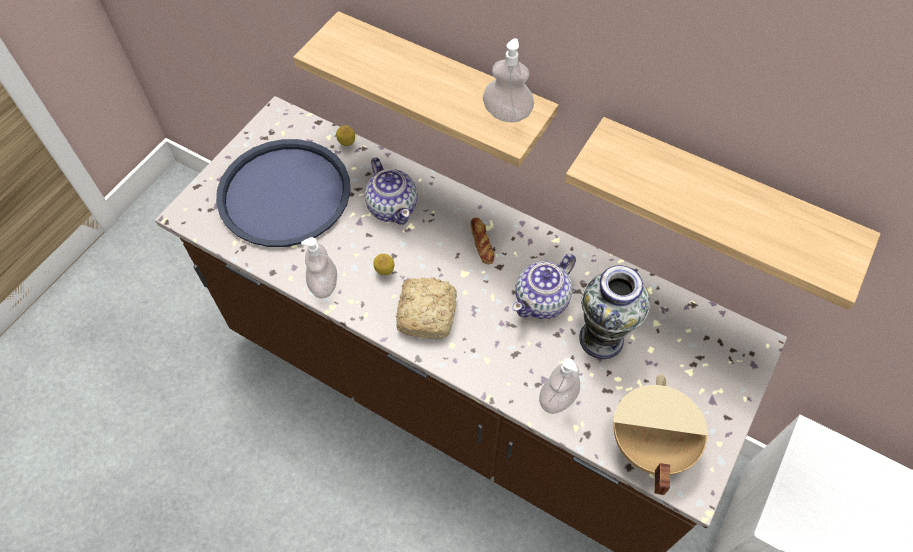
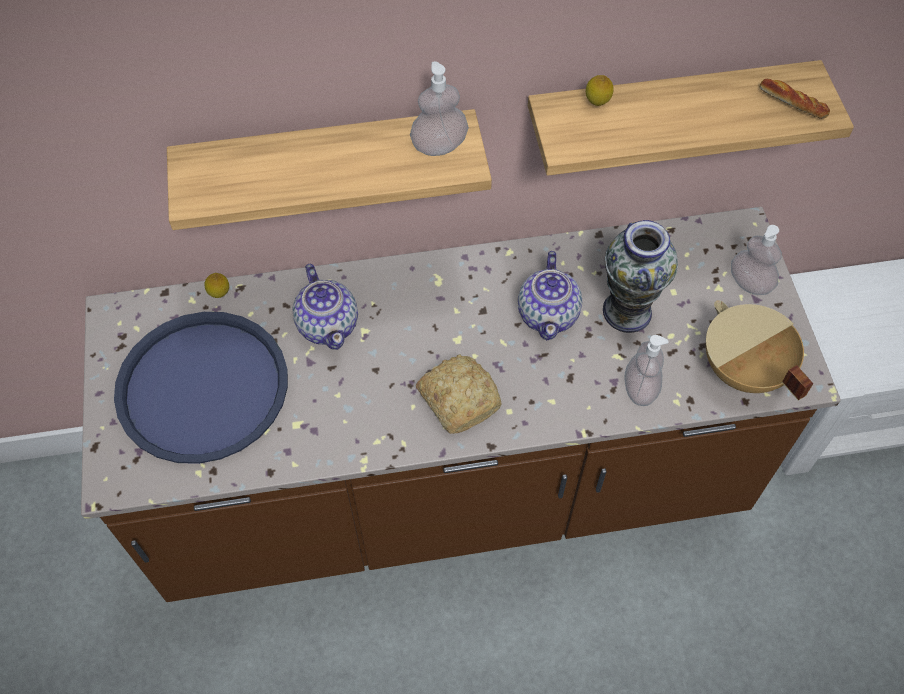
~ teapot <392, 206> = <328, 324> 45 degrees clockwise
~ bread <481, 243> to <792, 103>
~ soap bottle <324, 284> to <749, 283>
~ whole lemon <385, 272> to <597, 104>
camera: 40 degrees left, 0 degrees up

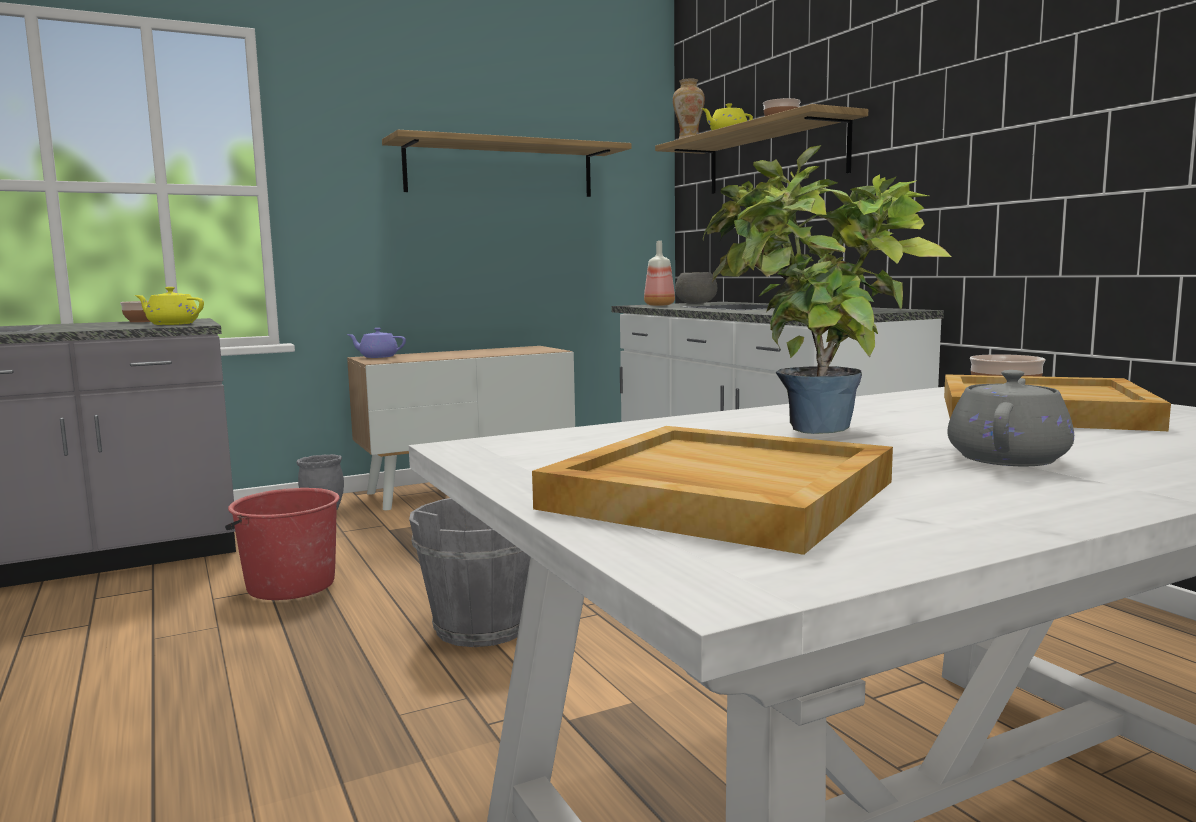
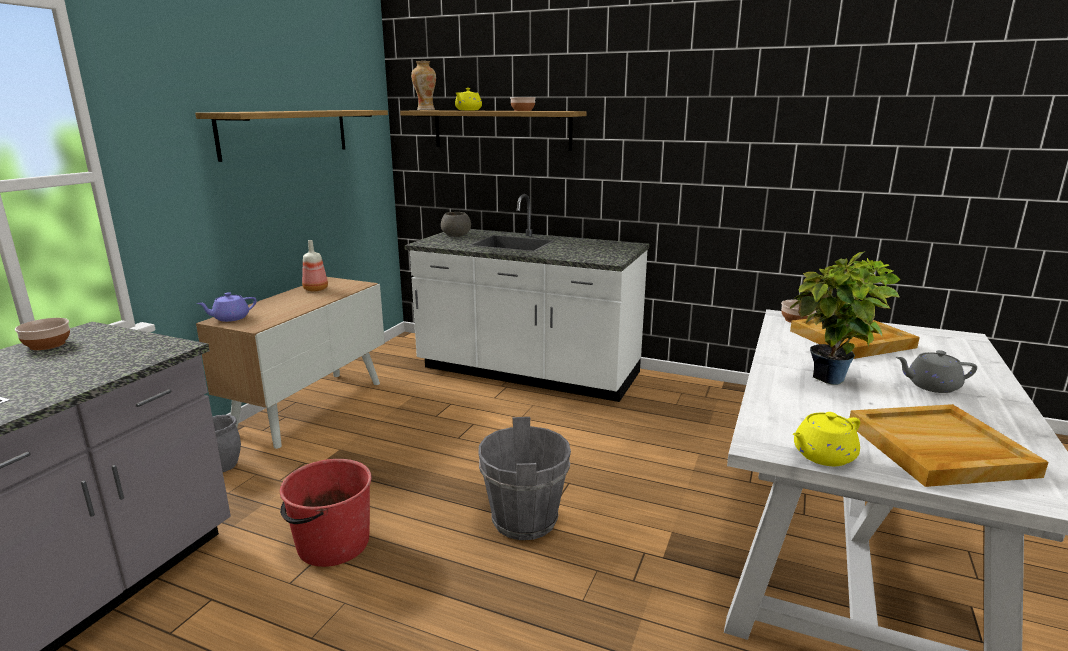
~ drink bottle <659, 305> to <316, 289>
~ yellowish teapot <172, 324> to <822, 456>
~ gray teapot <1008, 458> = <931, 386> 75 degrees counterclockwise
camera: 40 degrees left, 10 degrees up

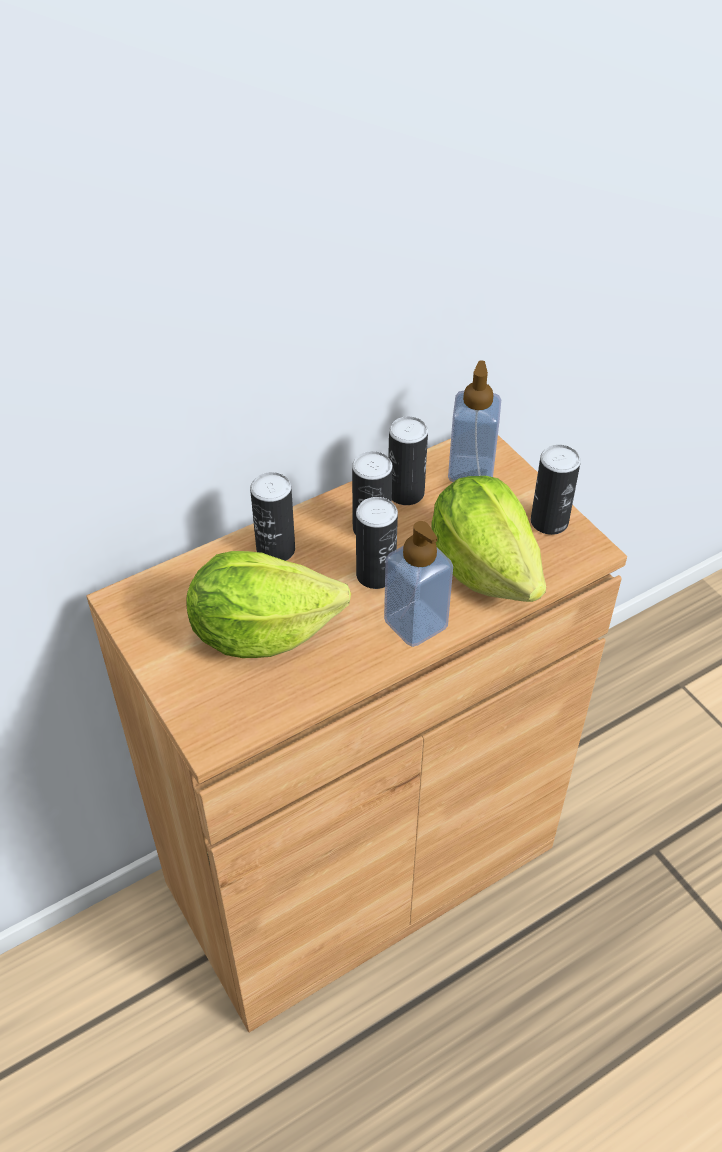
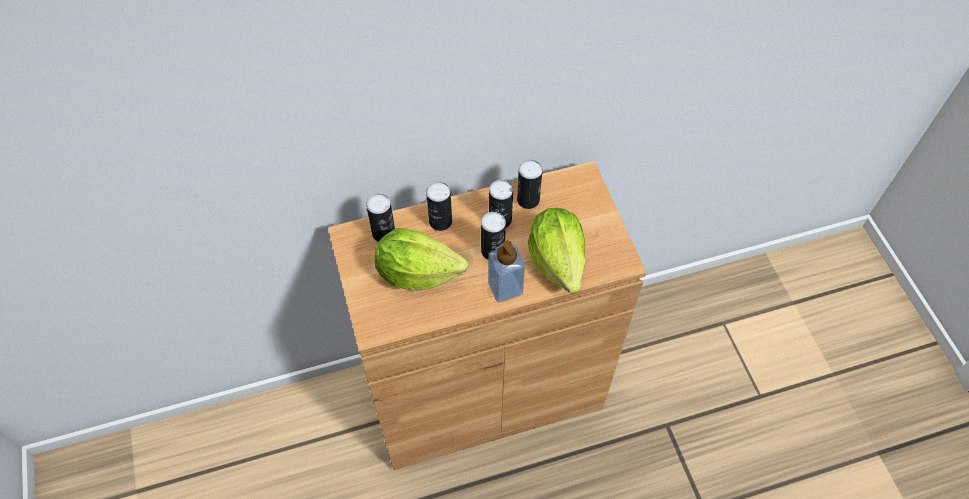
- soap bottle <471, 470>
~ metal can <549, 522> to <383, 233>
camera: 15 degrees right, 10 degrees up

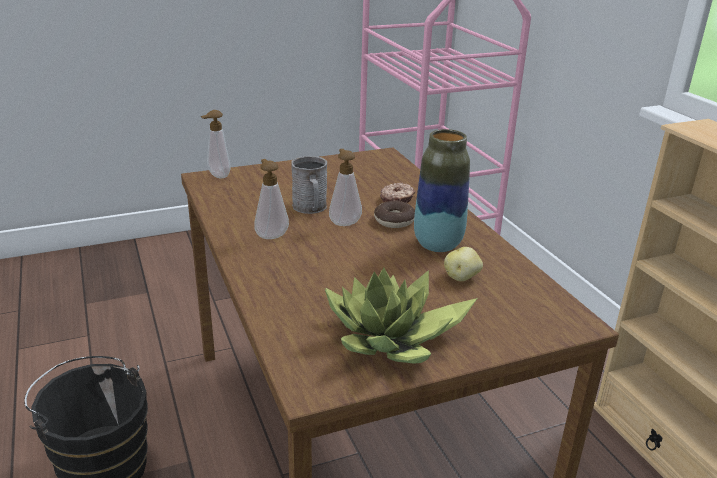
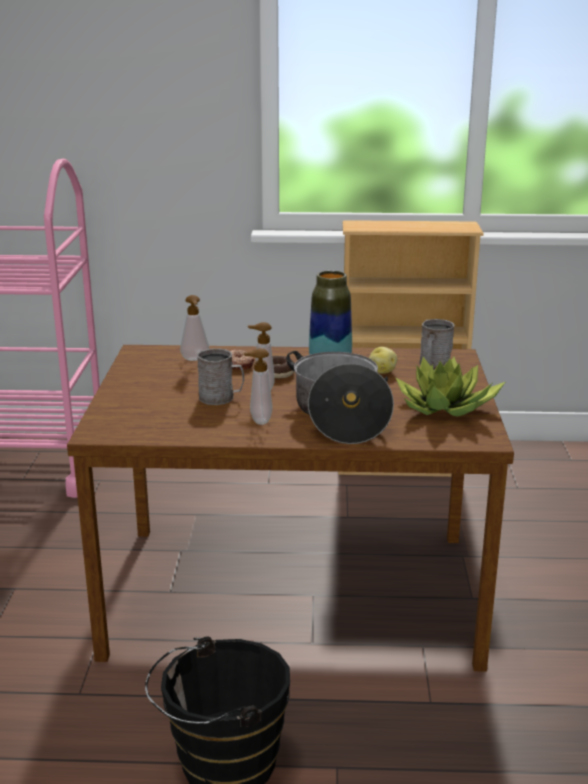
~ soap bottle <217, 176> to <195, 359>
+ gray tea mug <434, 366>
+ saucepot <339, 416>
camera: 65 degrees left, 5 degrees down

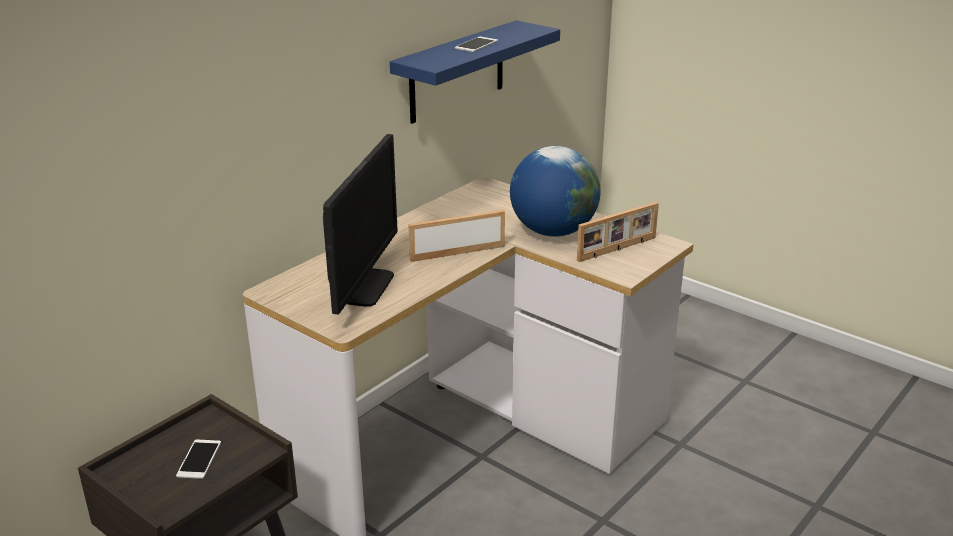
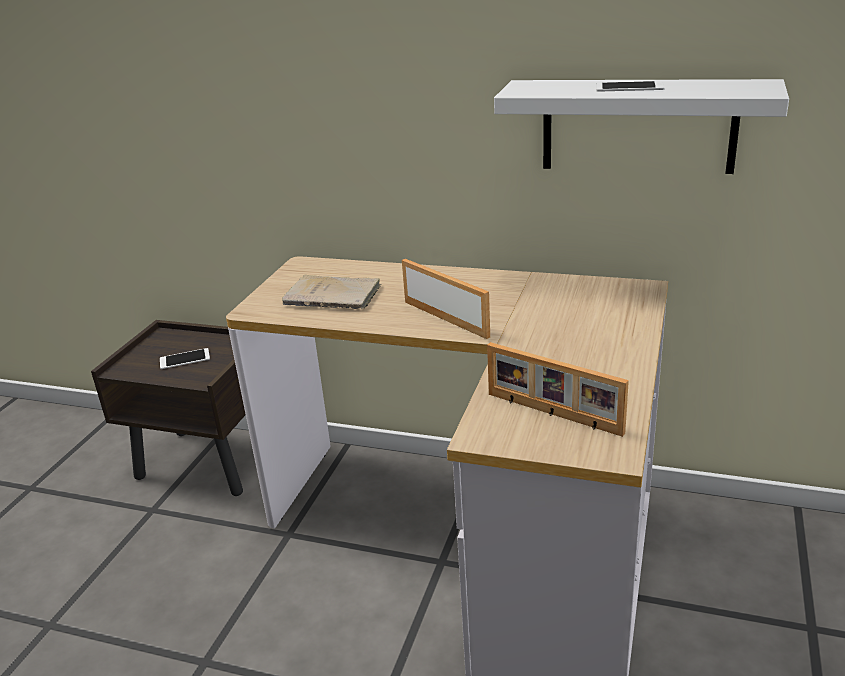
~ bluish wall shelf <457, 72> to whitish wall shelf <638, 126>
~ monitor <362, 287> to beige book <335, 296>
- globe <553, 231>
camera: 70 degrees right, 0 degrees up

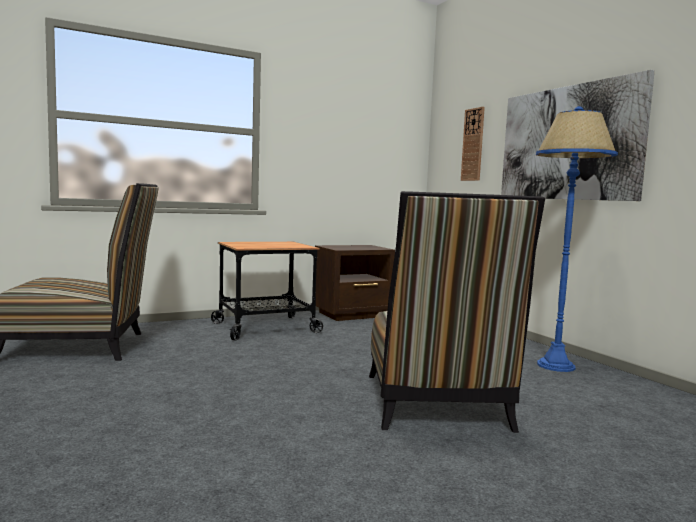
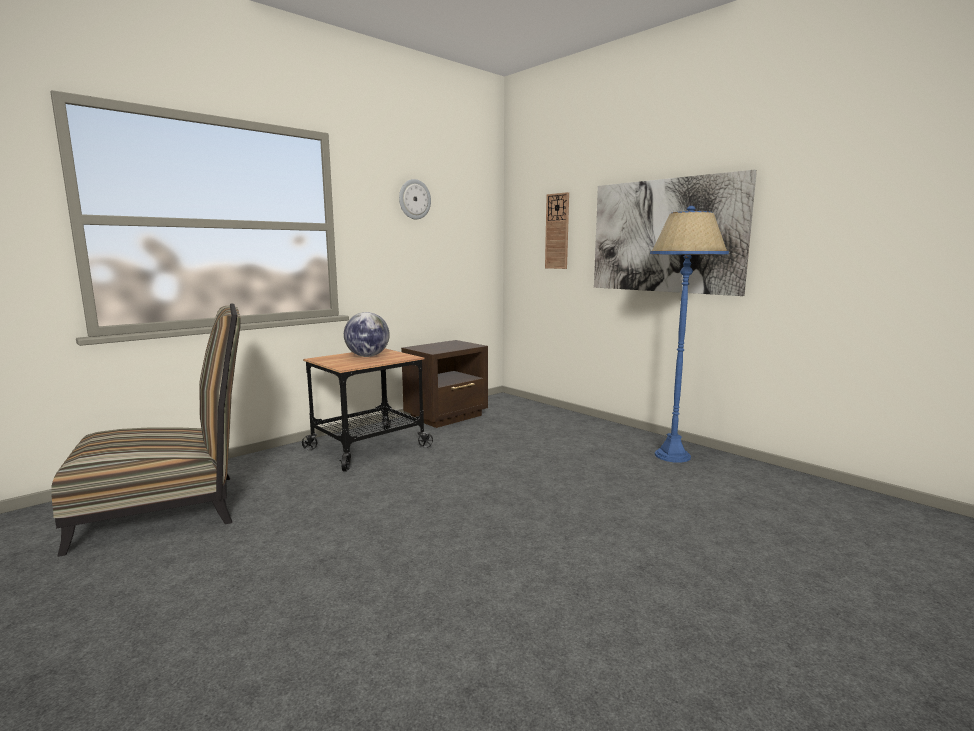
- plain chair <436, 405>
+ hanging clock <414, 199>
+ globe <367, 356>
camera: 15 degrees left, 5 degrees up

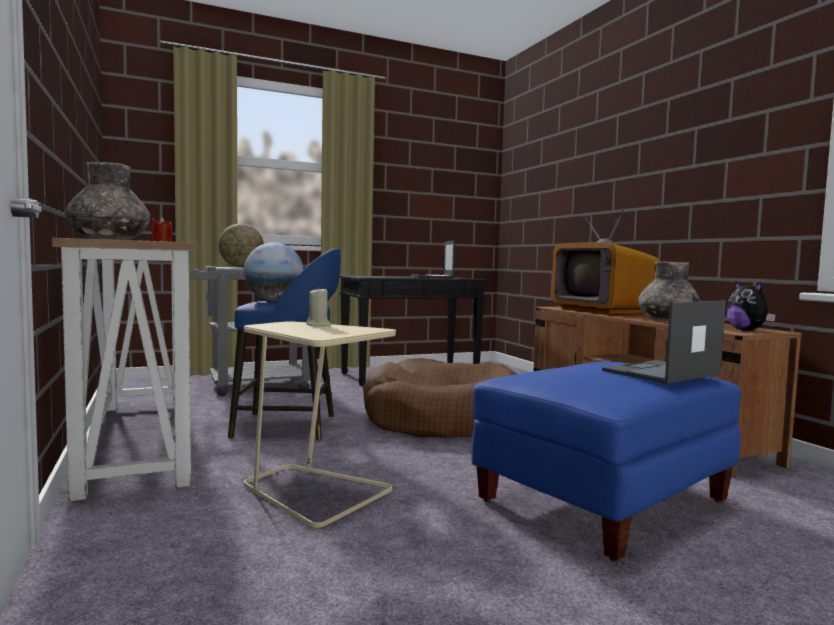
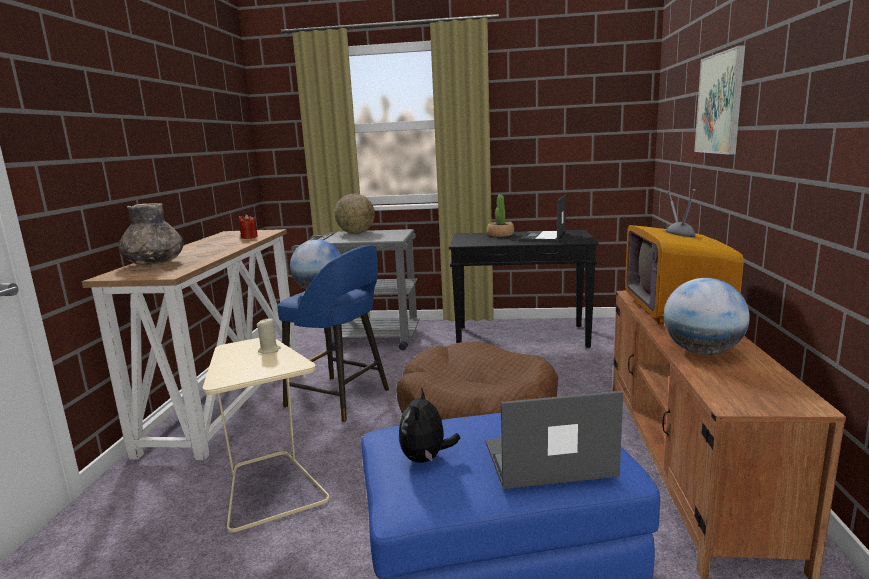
~ gray decorative vase <667, 321> to globe <702, 352>
~ plush toy <747, 330> to <426, 459>
+ wall picture <720, 103>
+ houseplant <500, 235>
camera: 30 degrees right, 10 degrees up

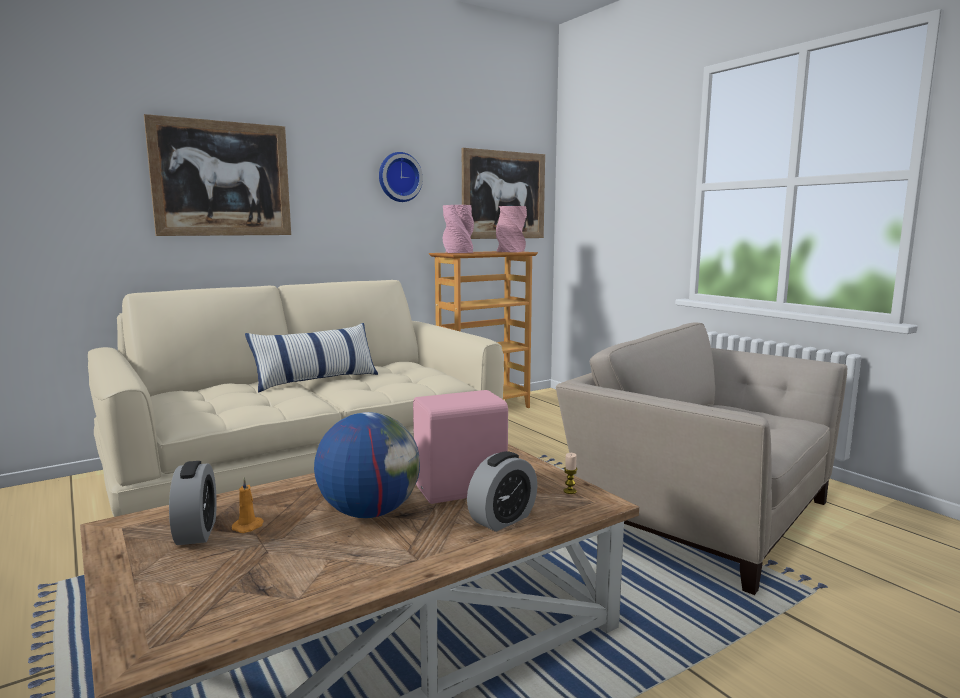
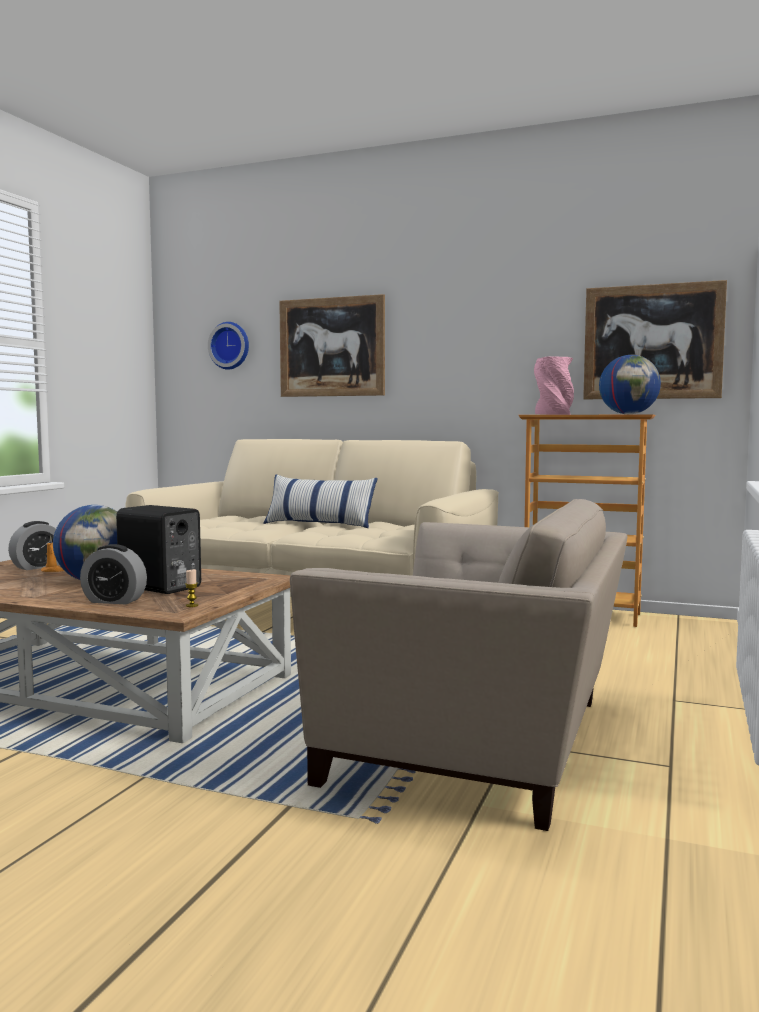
~ hanging clock <399, 177> to <230, 346>
~ pink decorative vase <510, 251> to globe <628, 414>
~ beige lounge chair <701, 513> = <481, 742> 105 degrees clockwise
~ pink loudspeaker <462, 490> to black loudspeaker <159, 588>
camera: 55 degrees right, 5 degrees down

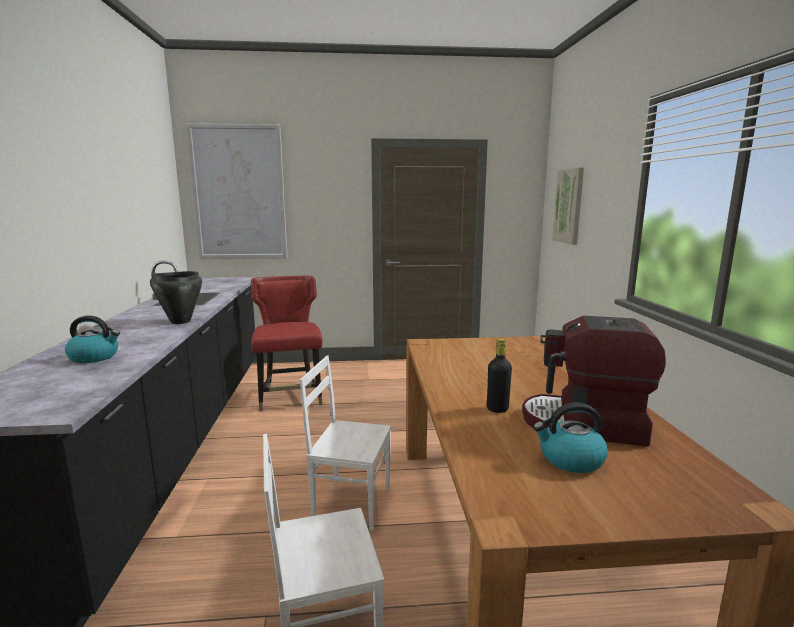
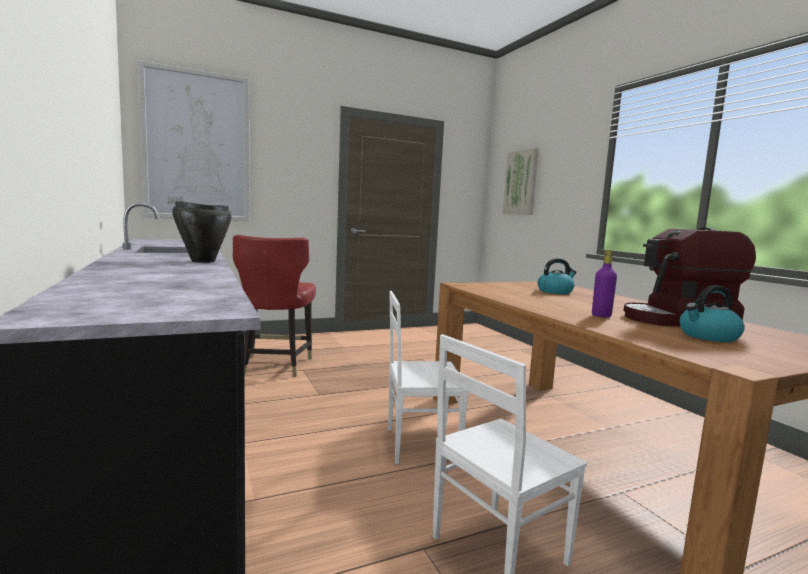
~ reddish plain chair <290, 398> = <275, 366> 150 degrees counterclockwise
~ kettle <95, 357> to <555, 291>
~ black drink bottle <497, 409> to purple-coloured drink bottle <601, 315>
camera: 20 degrees left, 5 degrees down

